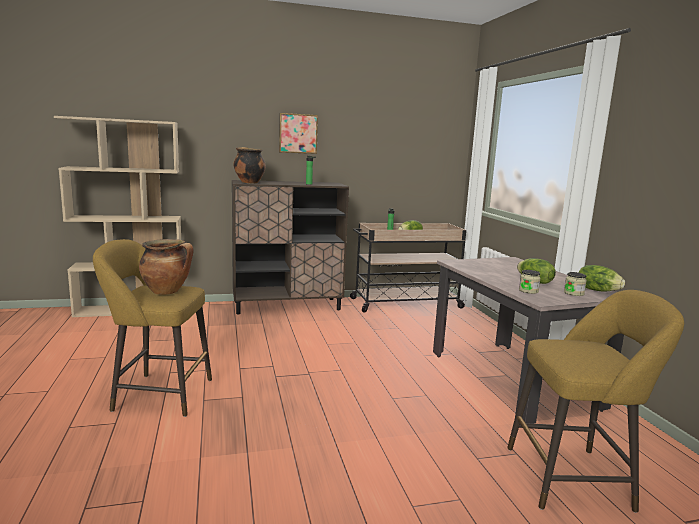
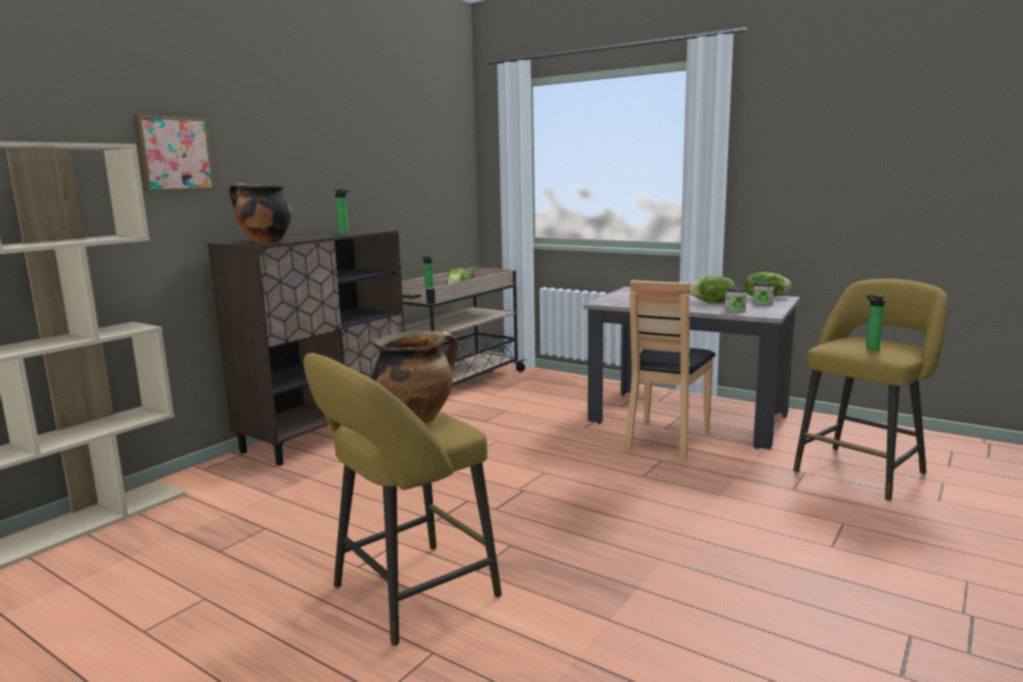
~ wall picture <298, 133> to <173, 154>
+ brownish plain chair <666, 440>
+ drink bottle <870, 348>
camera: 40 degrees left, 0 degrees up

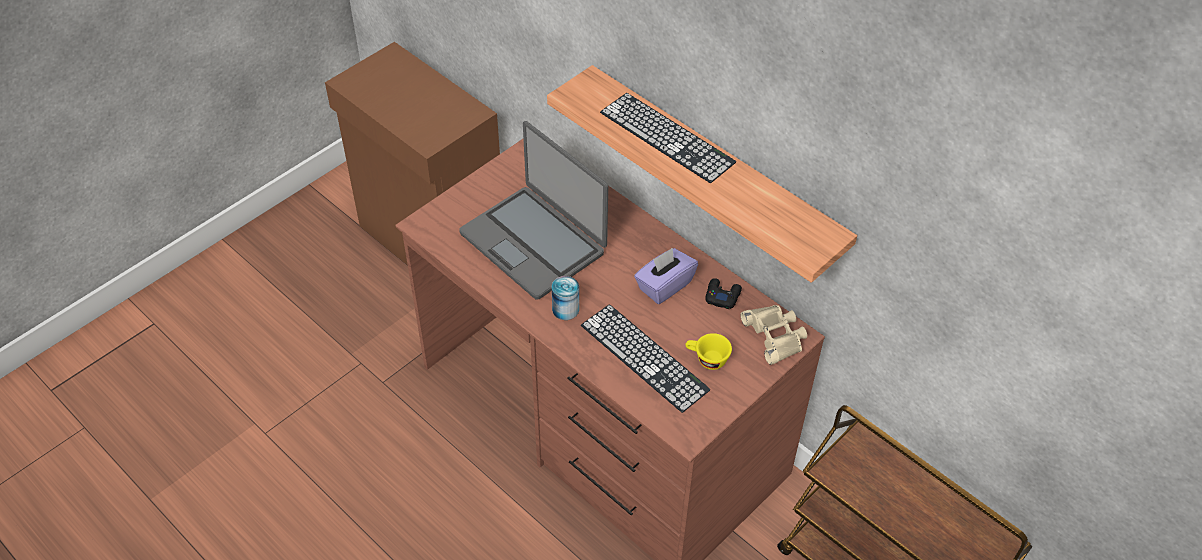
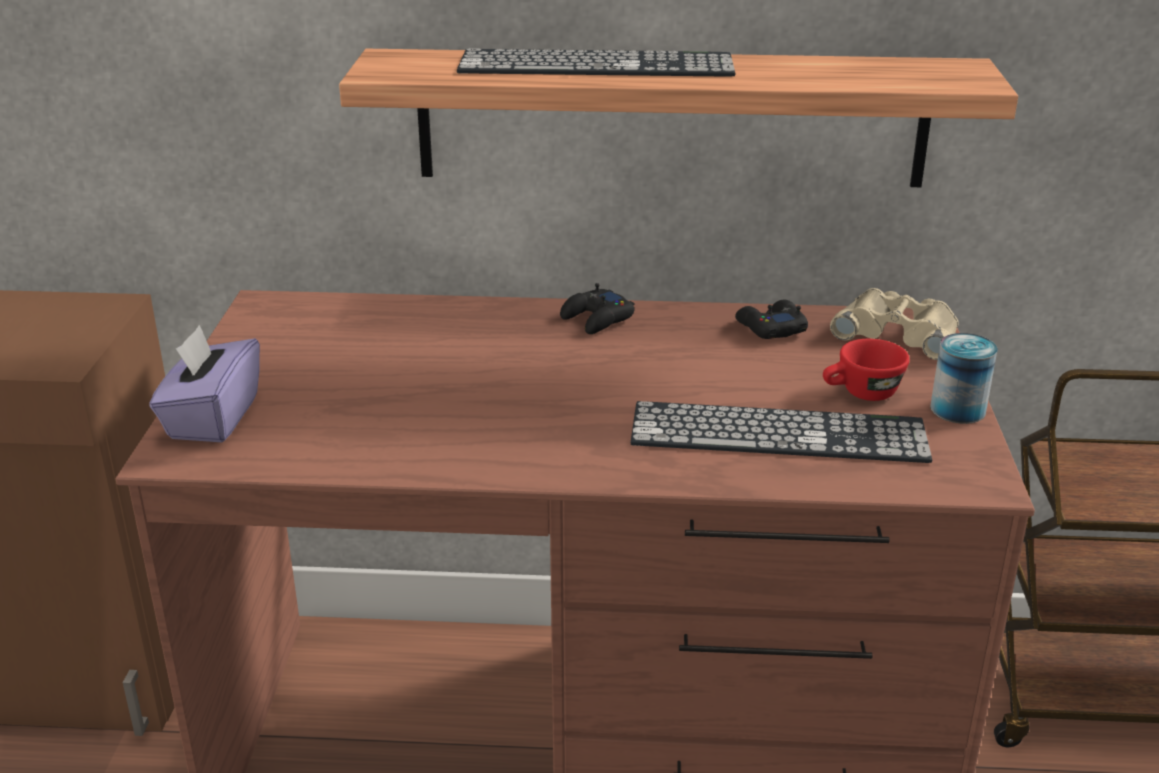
- laptop <534, 242>
~ purple-coloured tissue box <664, 285> to <212, 418>
~ metal can <565, 309> to <958, 409>
~ yellowish small cup <706, 359> to reddish small cup <861, 394>
+ black gamepad <597, 319>
camera: 40 degrees left, 20 degrees down

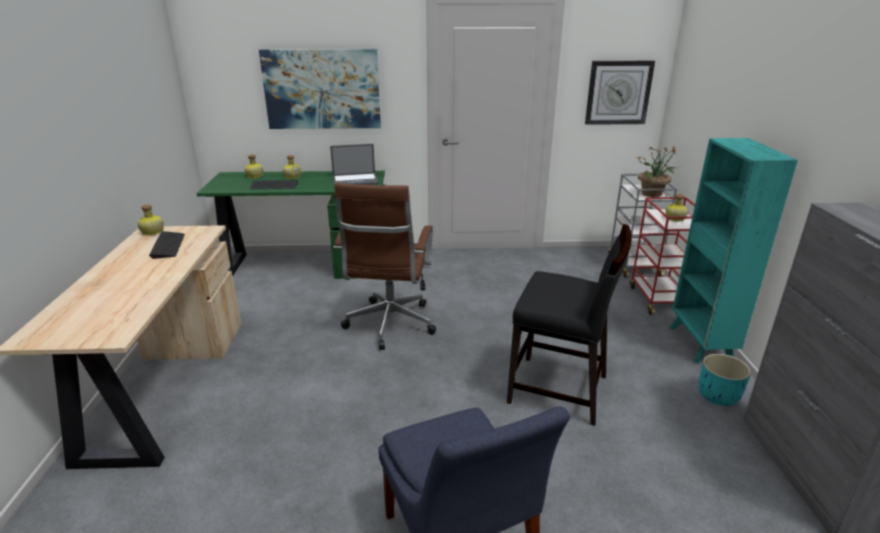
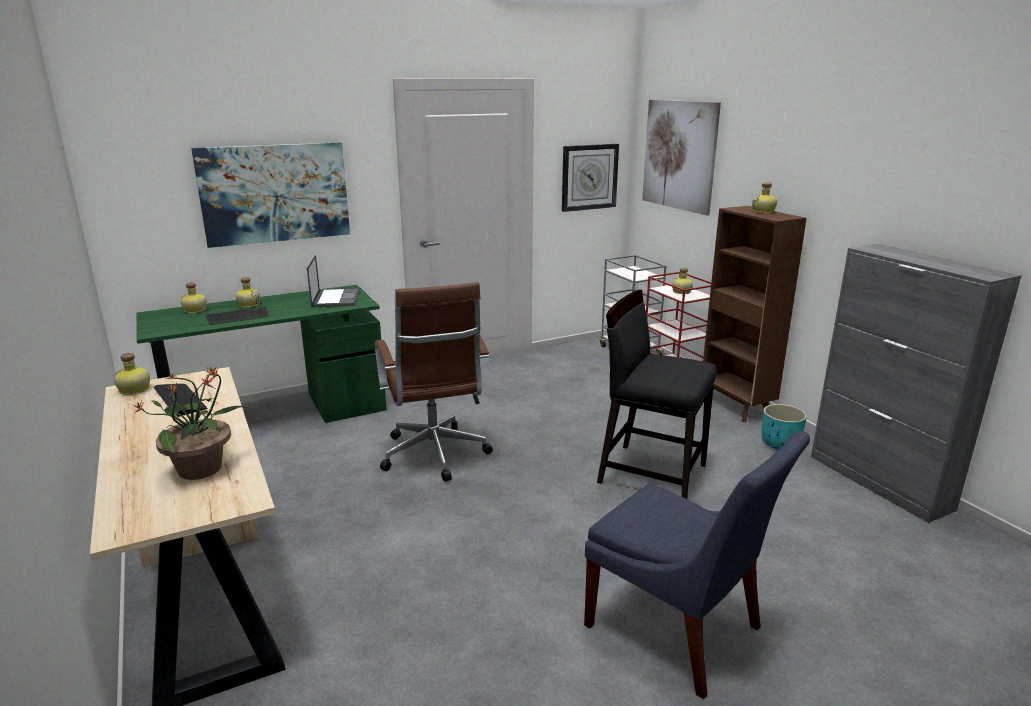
~ turquoise shelving unit <700, 345> to brownish shelving unit <736, 406>
~ laptop <356, 180> = <335, 298> 60 degrees counterclockwise
~ houseplant <652, 194> to <202, 468>
~ black plain chair <559, 390> = <651, 472> 150 degrees counterclockwise
+ wall picture <679, 155>
+ drink bottle <764, 211>
camera: 25 degrees left, 5 degrees down

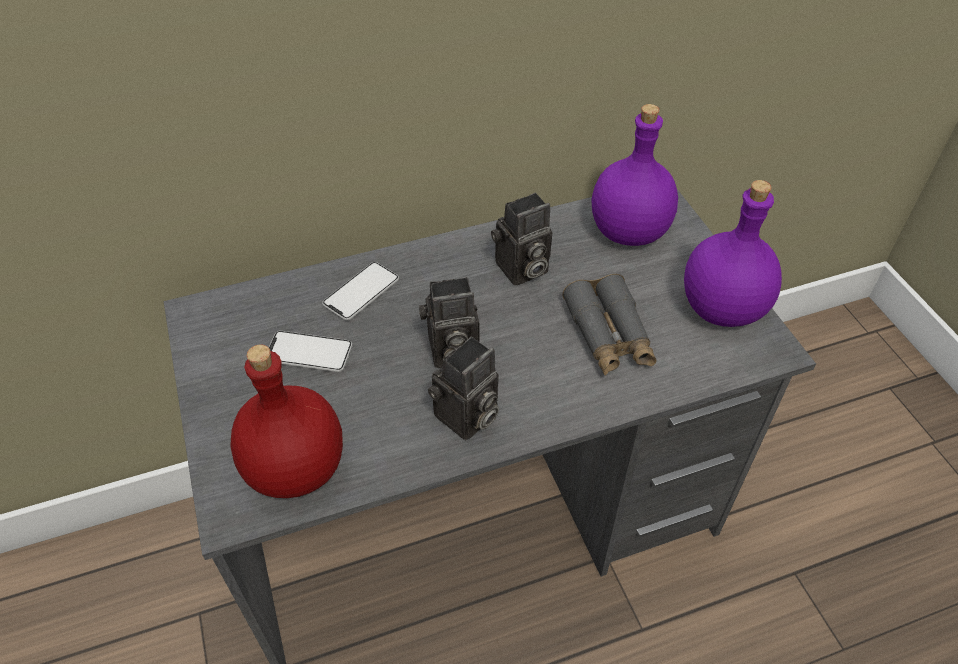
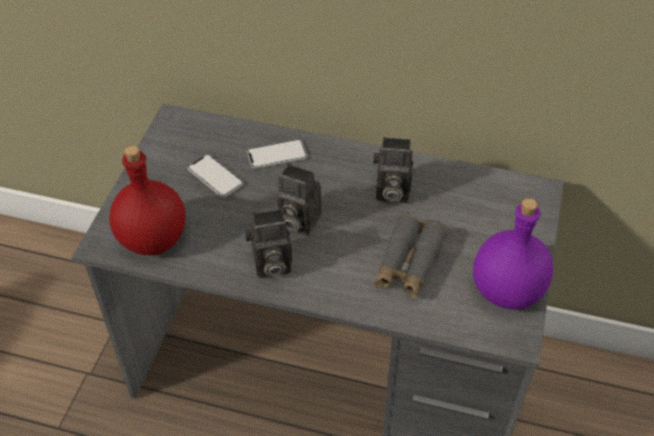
- purple-coloured drink bottle <627, 231>
camera: 35 degrees right, 0 degrees up

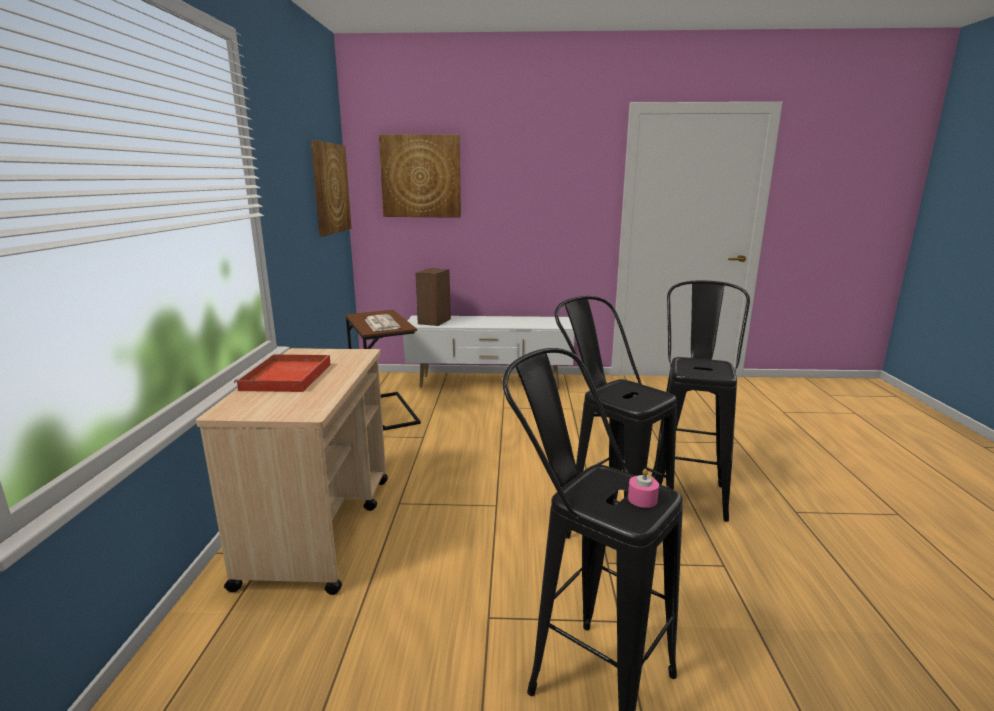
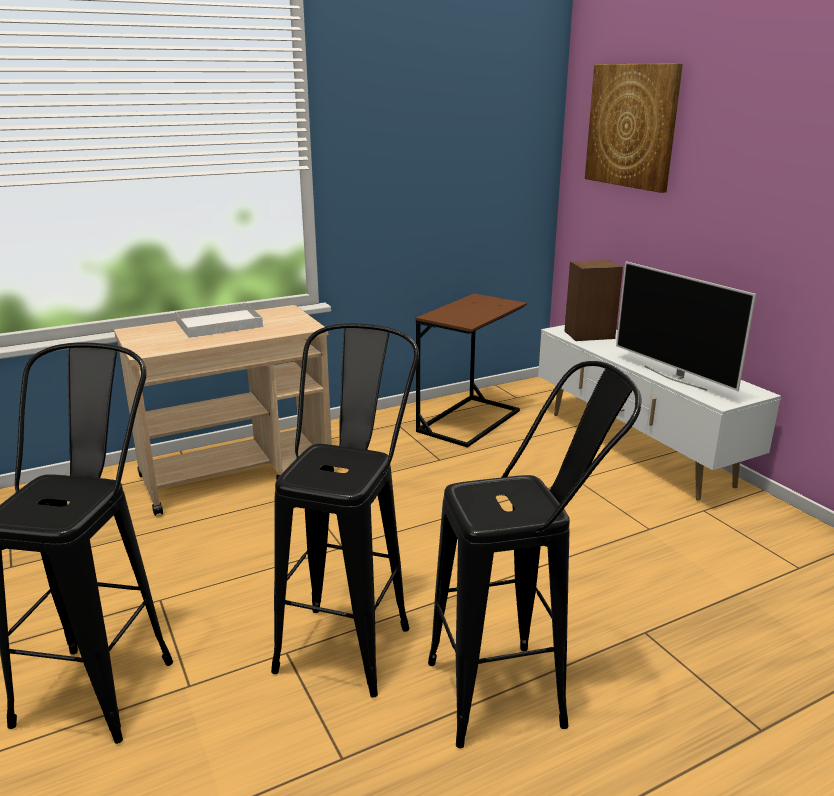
- wall picture <330, 188>
- newspaper <381, 323>
~ reddish carrying tray <286, 377> to whitish carrying tray <217, 324>
- pink candle <642, 499>
+ TV <675, 378>
camera: 60 degrees right, 5 degrees up

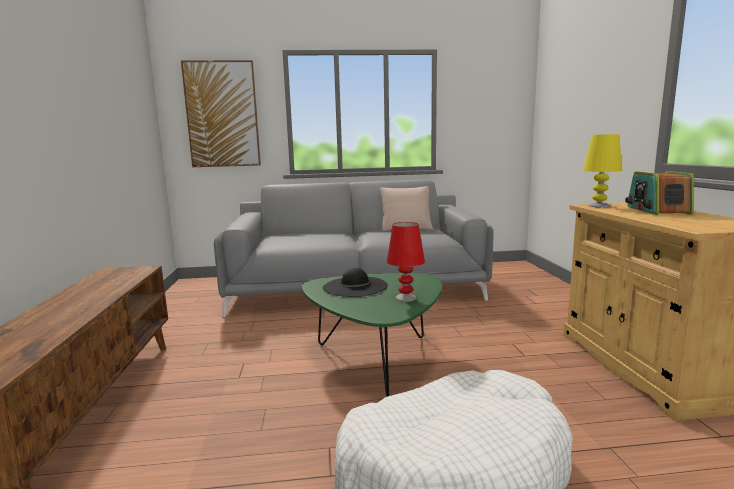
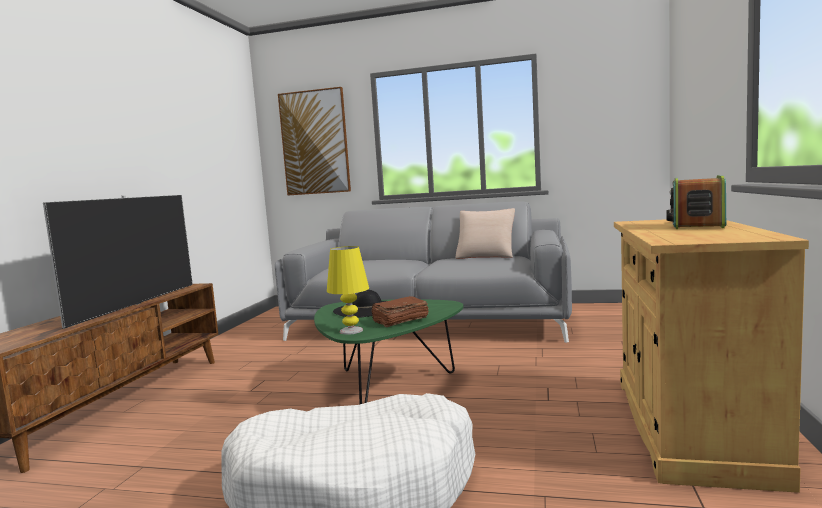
~ yellowish tabletop lamp <598, 206> to <351, 331>
~ reddish tabletop lamp <405, 298> to brownish book <399, 321>
+ TV <137, 304>
camera: 20 degrees right, 5 degrees down

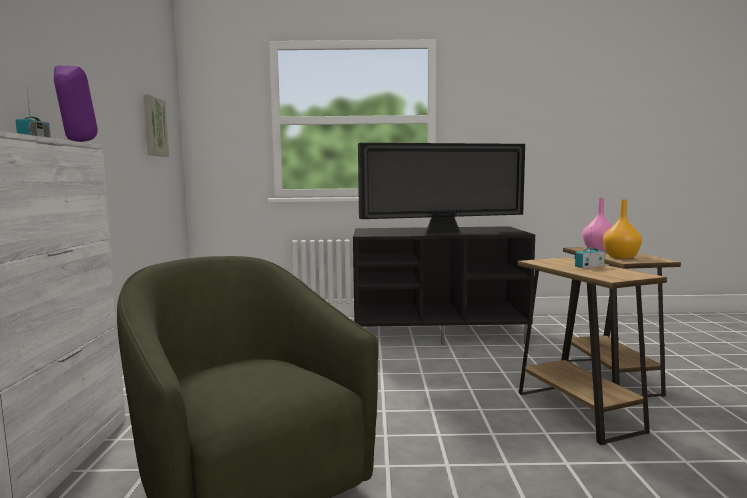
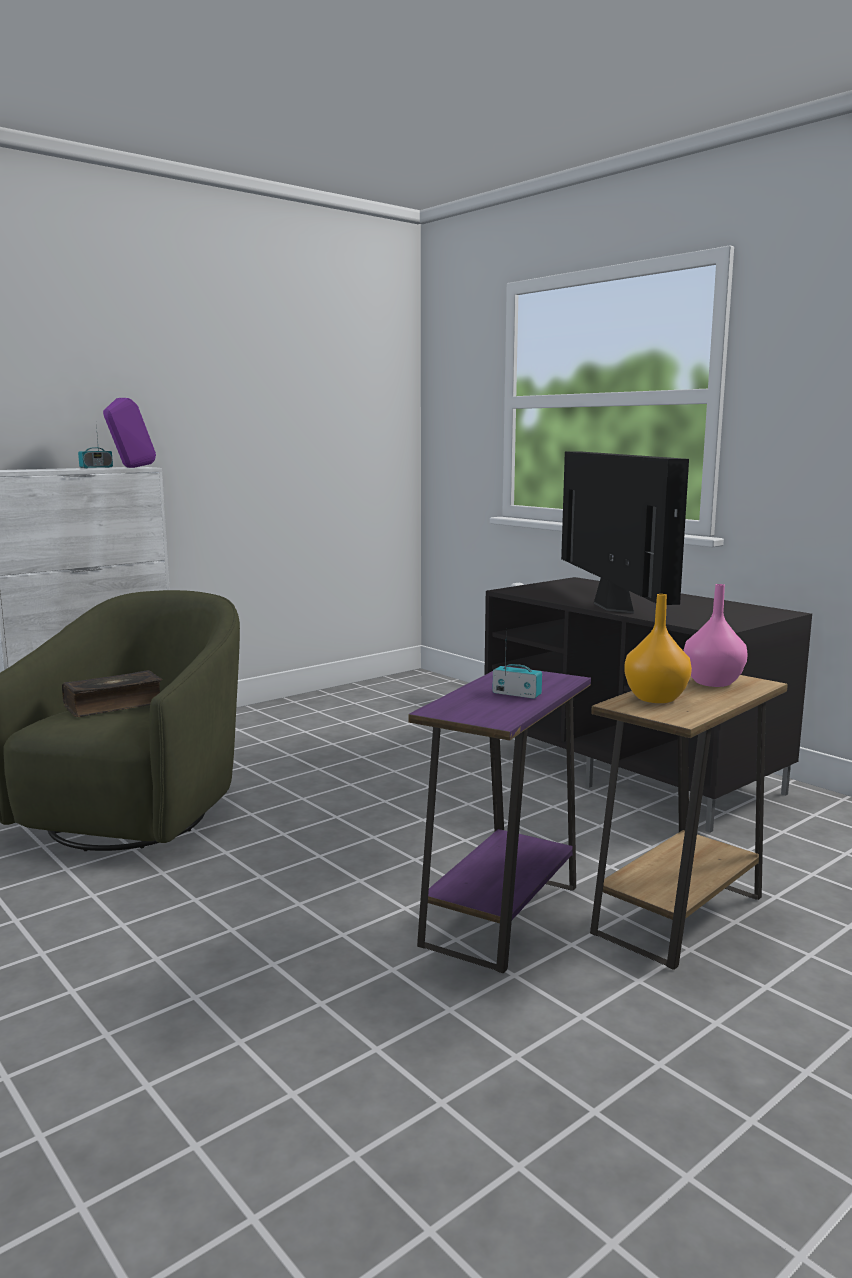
- wall picture <154, 127>
~ TV <443, 233> = <612, 606> 135 degrees counterclockwise
~ brownish side table <578, 411> to purple-coloured side table <501, 915>
+ book <114, 705>
camera: 50 degrees right, 5 degrees up

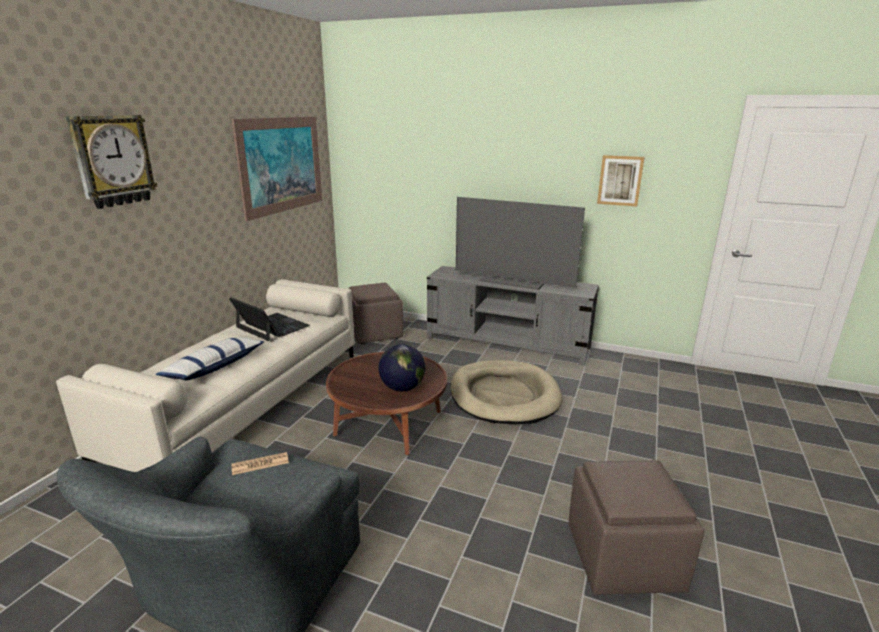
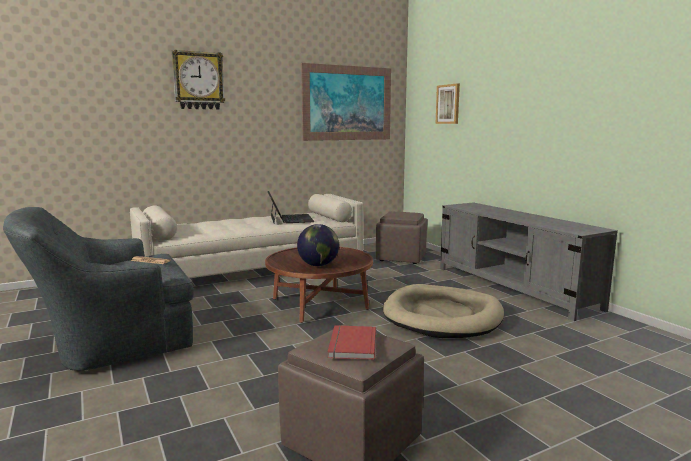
~ wall picture <620, 180> to <448, 104>
- TV <513, 281>
- throw pillow <214, 367>
+ reddish book <350, 345>
camera: 40 degrees right, 10 degrees down

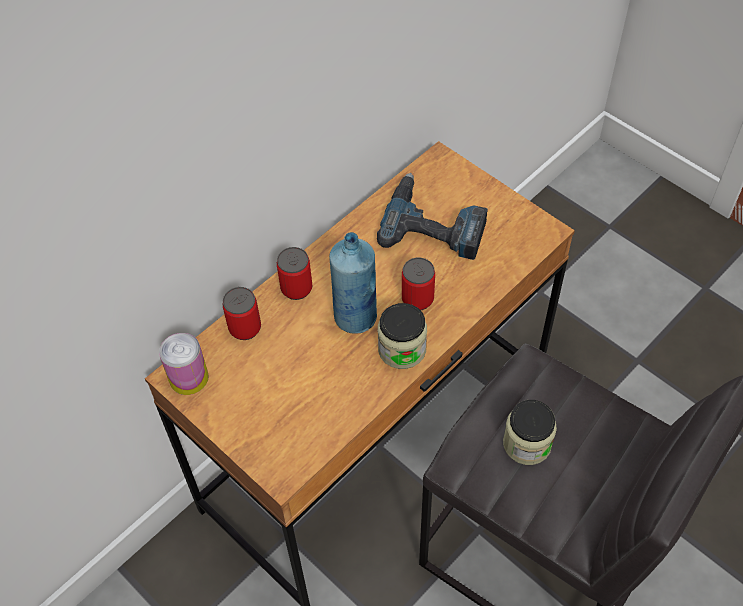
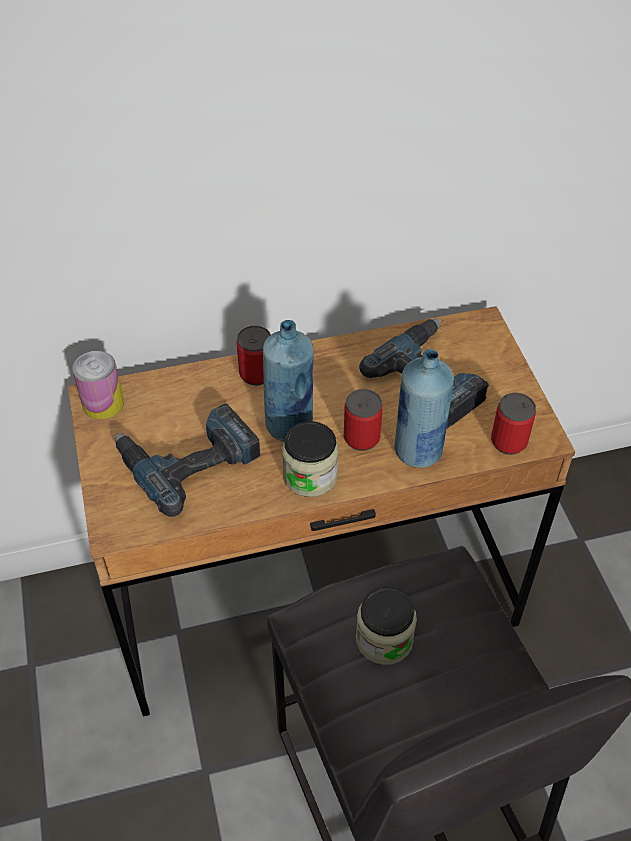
~ metal can <245, 328> to <508, 442>
+ bluish drink bottle <418, 452>
+ electric drill <188, 459>
camera: 30 degrees right, 5 degrees down

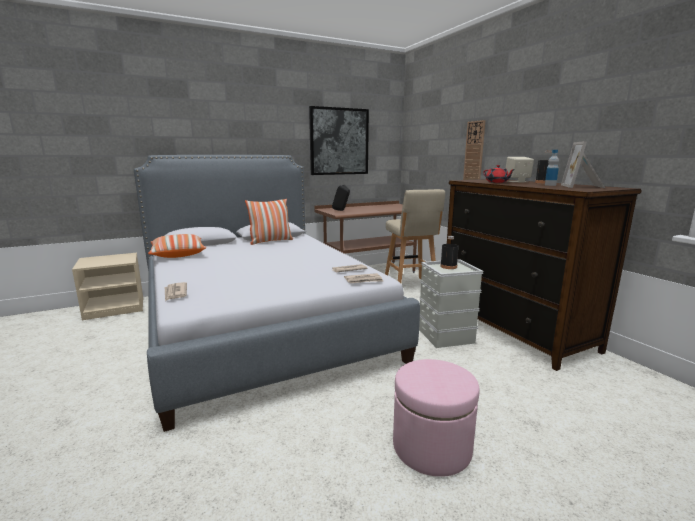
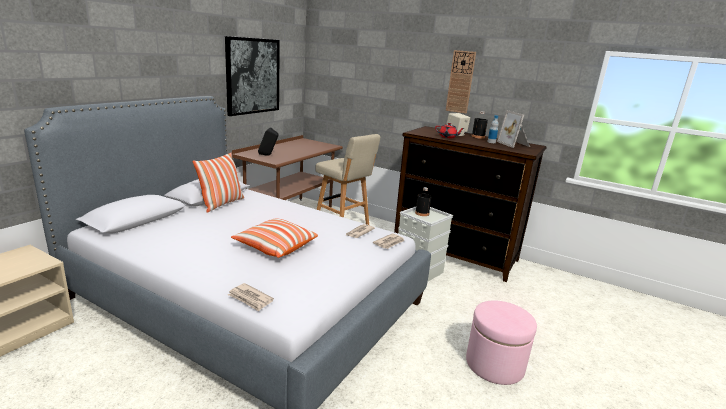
~ hanging clock <474, 152> to <460, 82>
~ throw pillow <178, 254> to <275, 247>
camera: 35 degrees left, 5 degrees up

